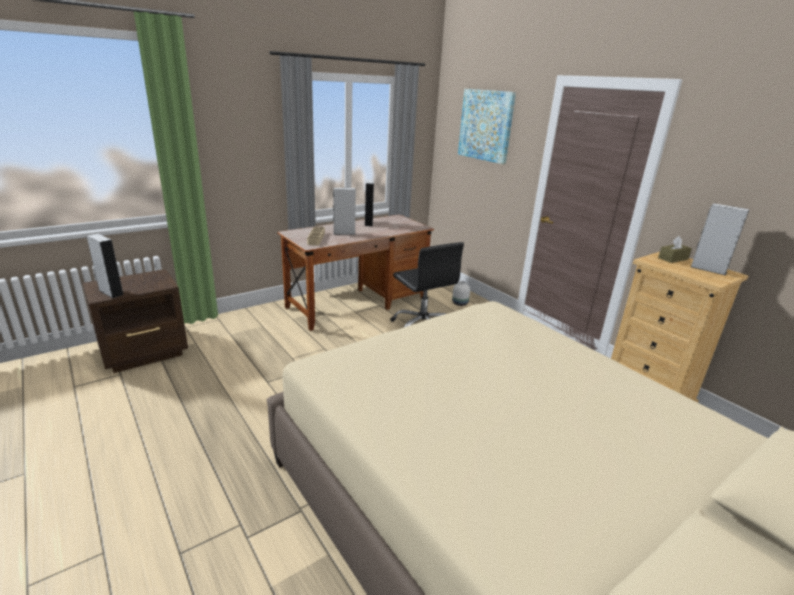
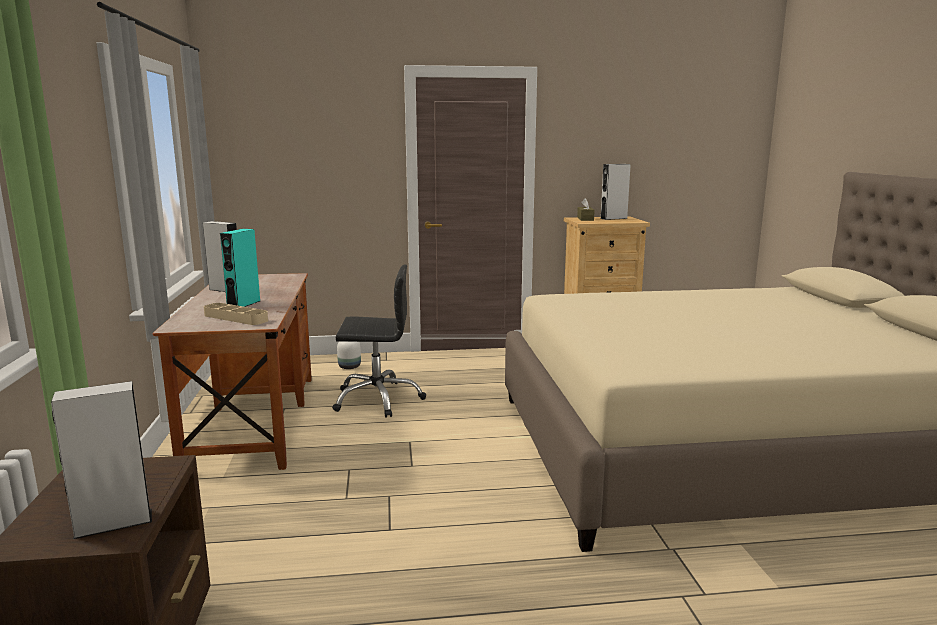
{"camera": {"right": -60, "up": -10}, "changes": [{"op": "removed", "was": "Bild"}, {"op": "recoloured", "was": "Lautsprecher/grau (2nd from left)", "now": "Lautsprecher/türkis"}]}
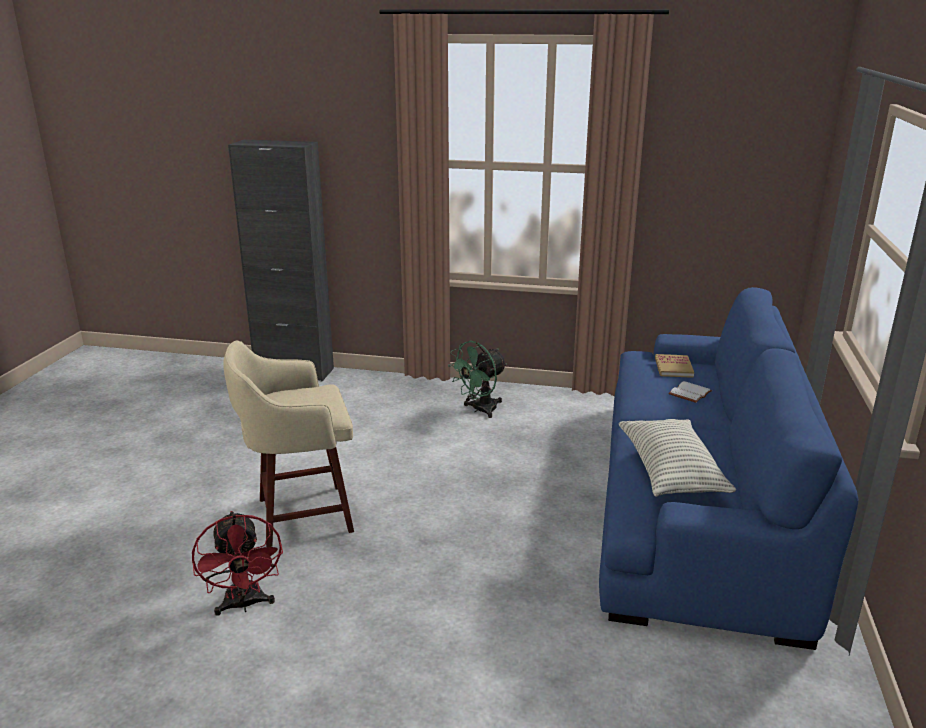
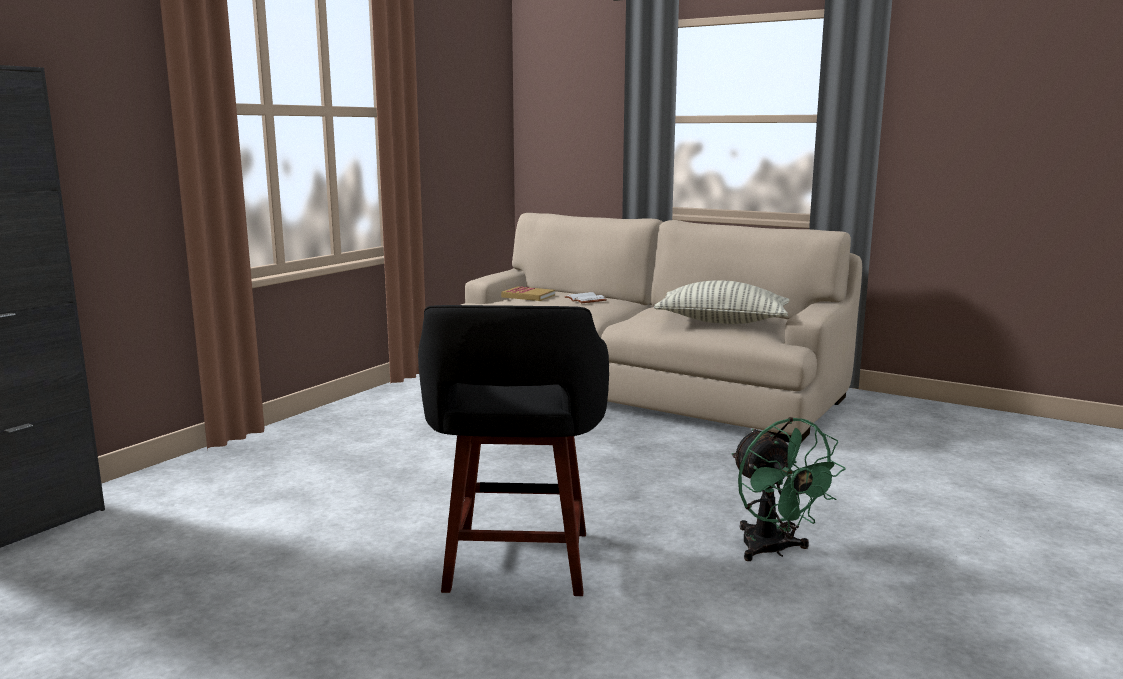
{"camera": {"right": -70, "up": -10}, "changes": [{"op": "recoloured", "was": "Sofa/blau", "now": "Sofa/beige"}, {"op": "recoloured", "was": "Hocker/beige", "now": "Hocker/schwarz"}, {"op": "moved", "was": "Ventilator/grün"}, {"op": "removed", "was": "Ventilator/rot"}]}
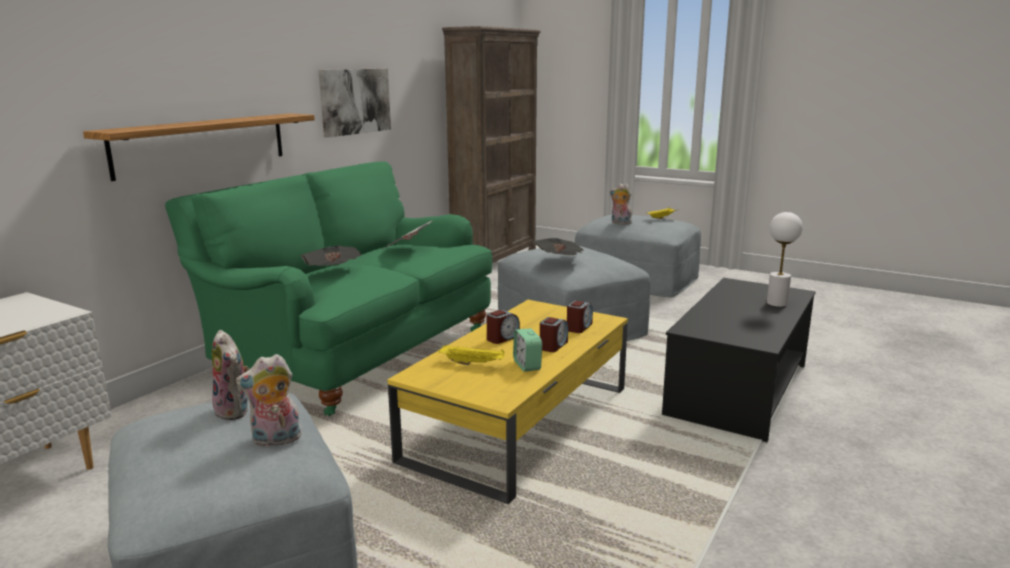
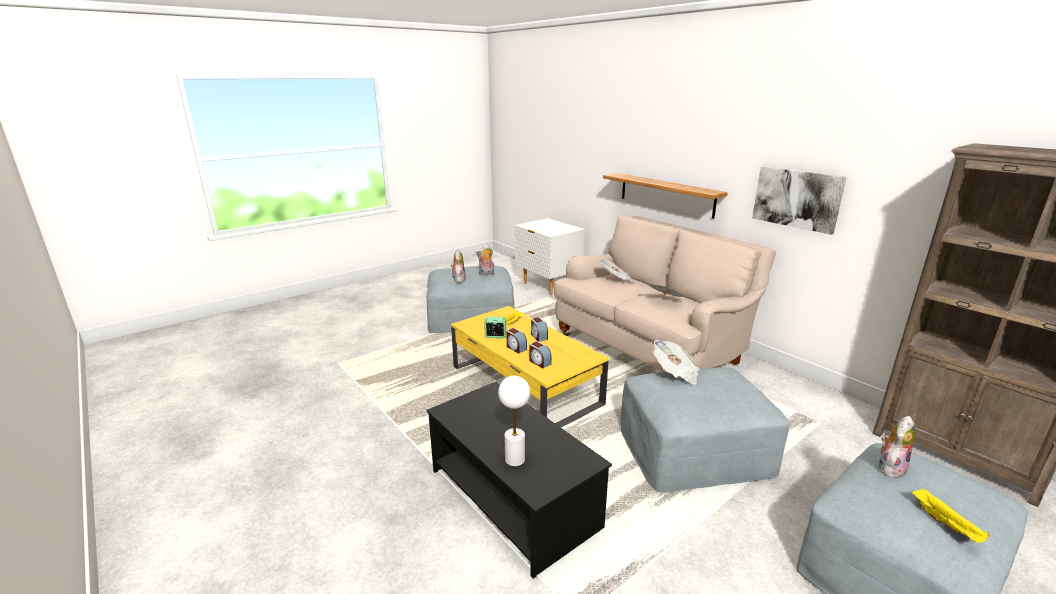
{"camera": {"right": 110, "up": 5}, "changes": [{"op": "recoloured", "was": "Sofa/grün", "now": "Sofa/beige"}]}
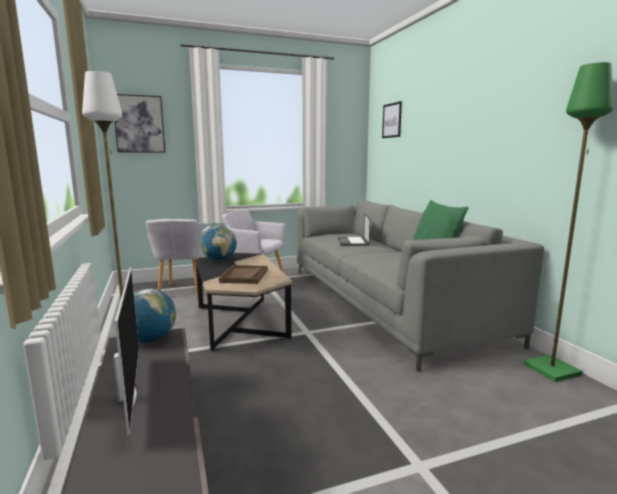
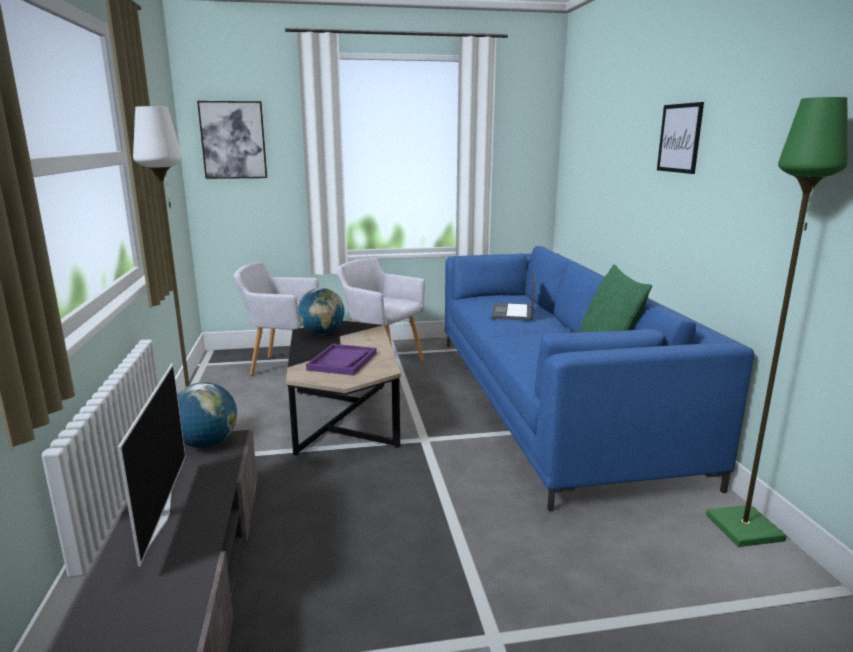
{"camera": {"right": 10, "up": 5}, "changes": [{"op": "moved", "was": "Bild (2nd from left)"}, {"op": "recoloured", "was": "Sofa/grau", "now": "Sofa/blau"}, {"op": "turned", "was": "Sessel/grau (1st from left)", "clockwise": 90}, {"op": "recoloured", "was": "Tablett/braun", "now": "Tablett/lila"}]}
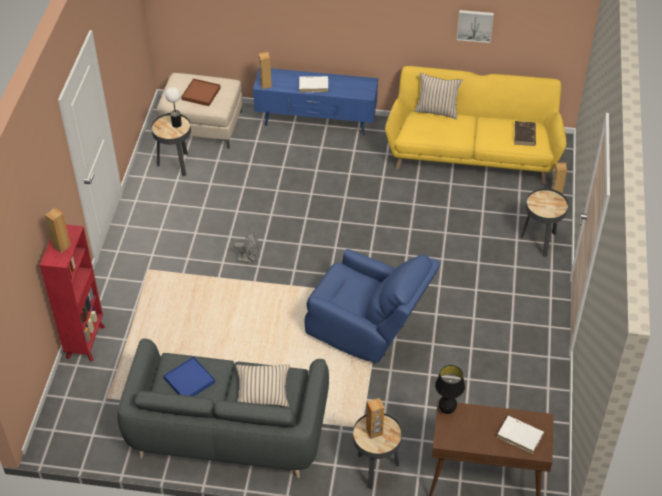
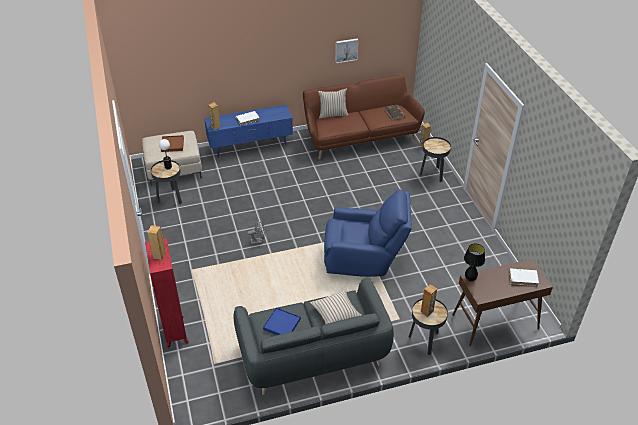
{"camera": {"right": -25, "up": -5}, "changes": [{"op": "recoloured", "was": "Sofa/gelb", "now": "Sofa/braun"}]}
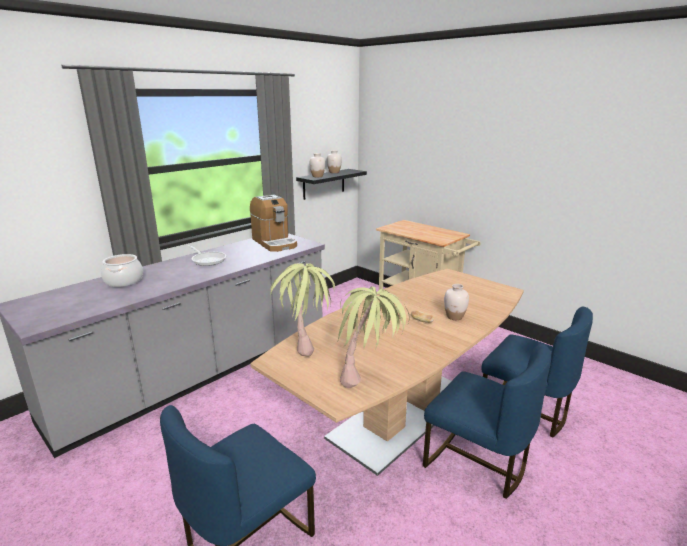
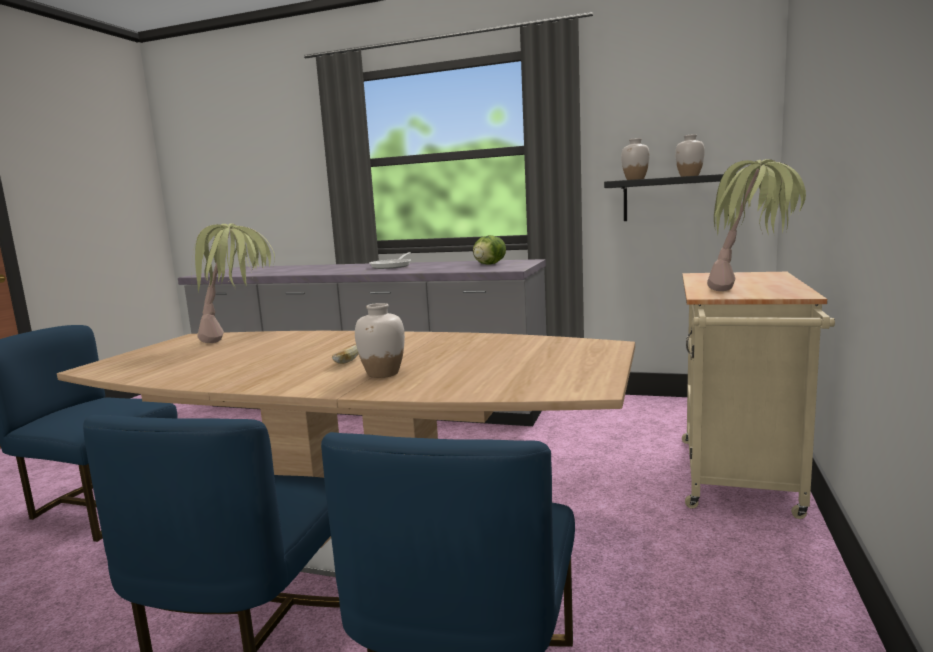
{"camera": {"right": 65, "up": -10}, "changes": [{"op": "replaced", "was": "Kaffeemaschine", "now": "Salatkopf"}, {"op": "removed", "was": "Kochtopf"}, {"op": "moved", "was": "Topfpflanze (2nd from left)"}]}
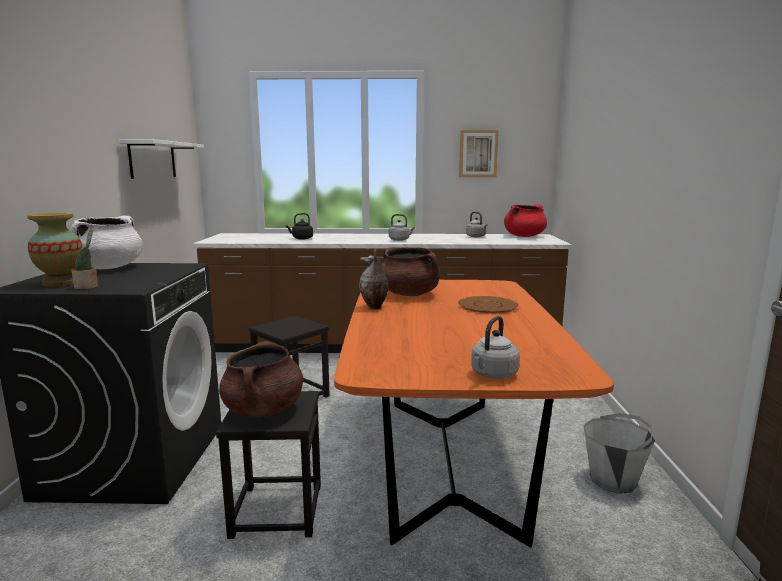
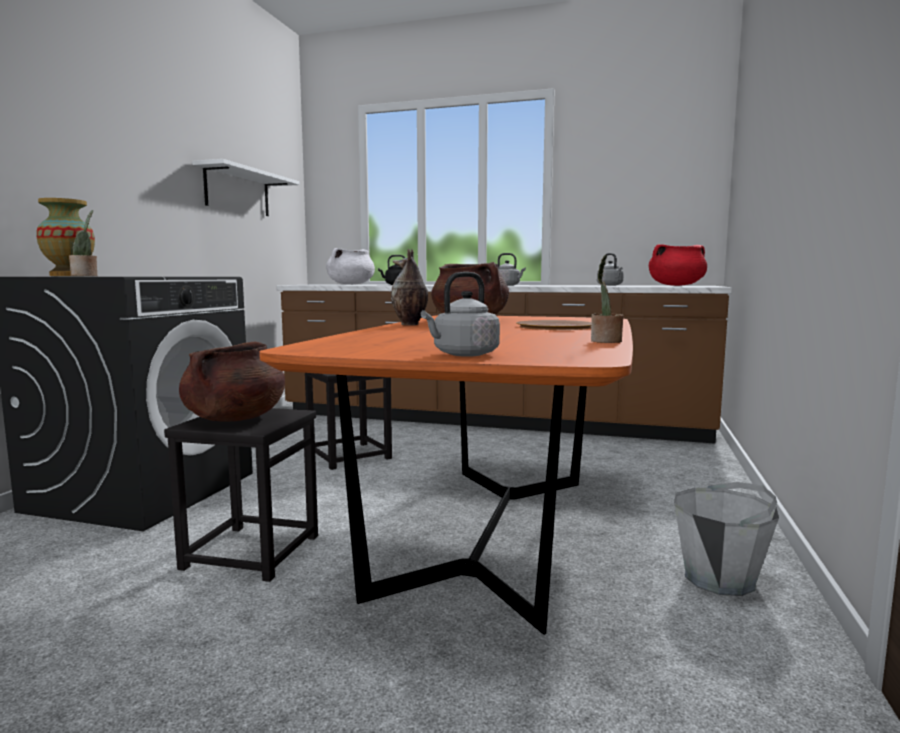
{"camera": {"right": 15, "up": -5}, "changes": [{"op": "removed", "was": "Bild"}, {"op": "moved", "was": "Kochtopf/weiß"}, {"op": "added", "now": "Topfpflanze (2nd from left)"}]}
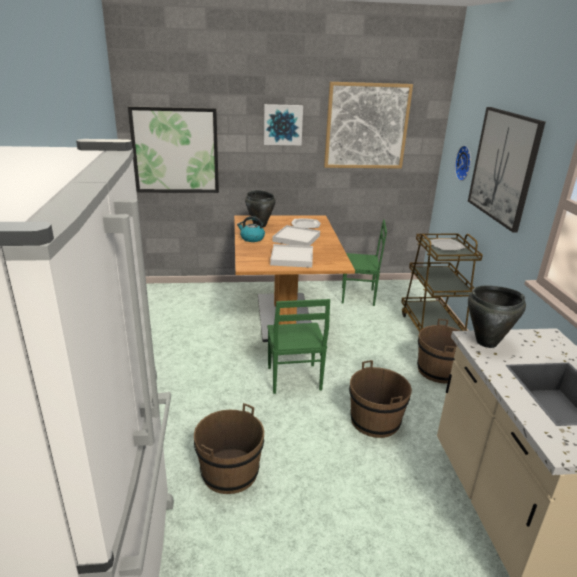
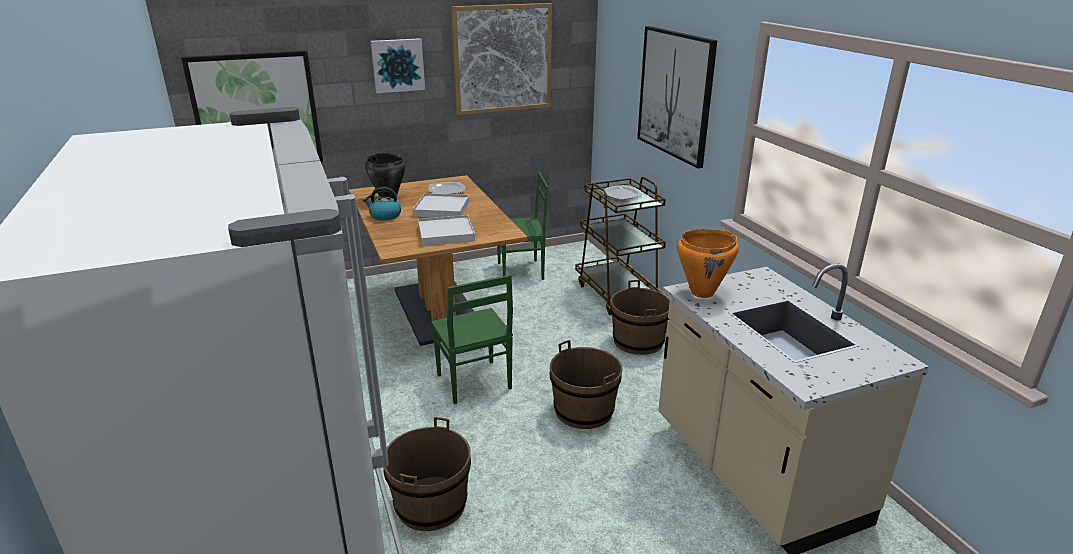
{"camera": {"right": -15, "up": 0}, "changes": [{"op": "removed", "was": "Wanduhr"}, {"op": "recoloured", "was": "Kochtopf/schwarz (2nd from left)", "now": "Kochtopf/orange"}]}
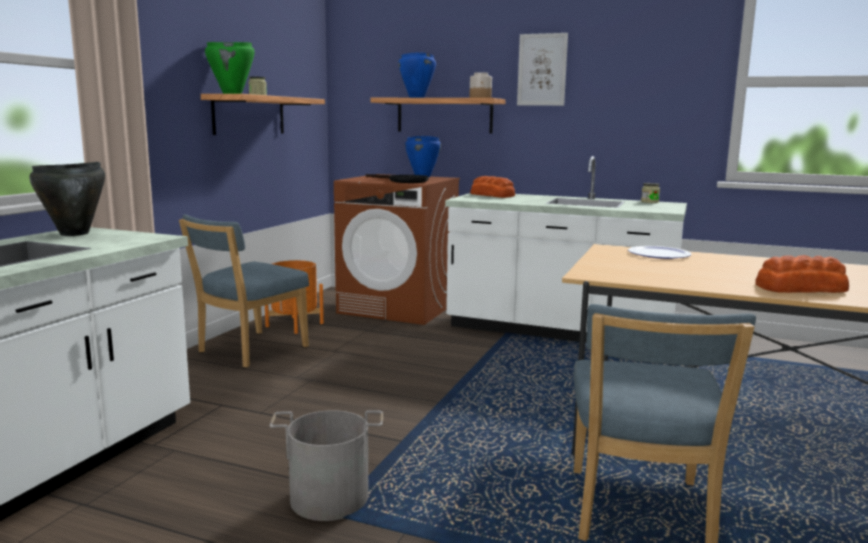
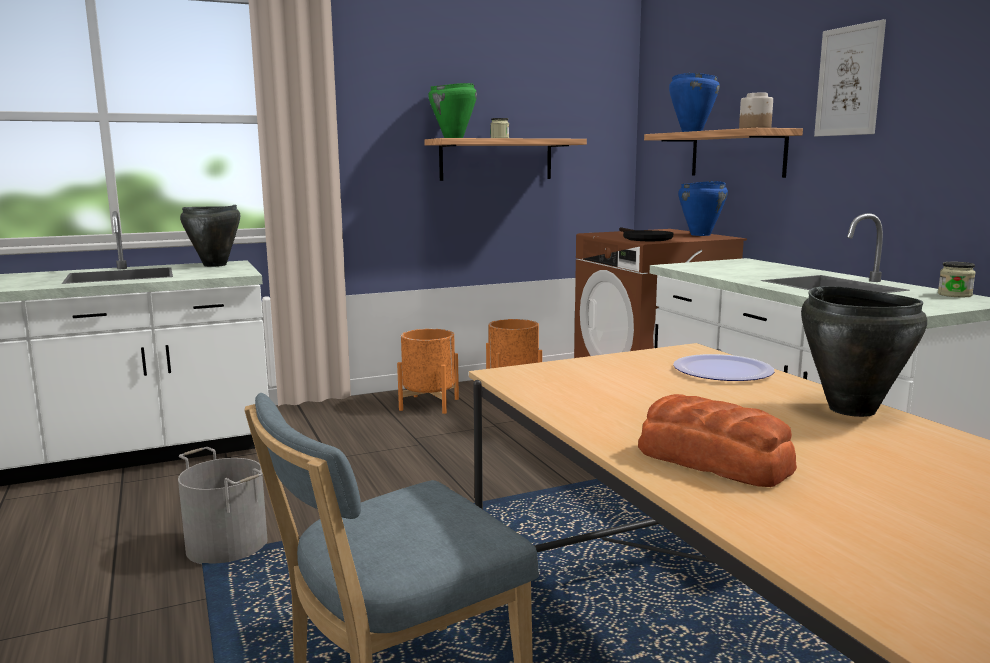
{"camera": {"right": 45, "up": 0}, "changes": [{"op": "removed", "was": "Brot (1st from left)"}, {"op": "replaced", "was": "Stuhl/blau (1st from left)", "now": "Pflanzkübel/orange (1st from left)"}, {"op": "added", "now": "Kochtopf/schwarz (2nd from left)"}]}
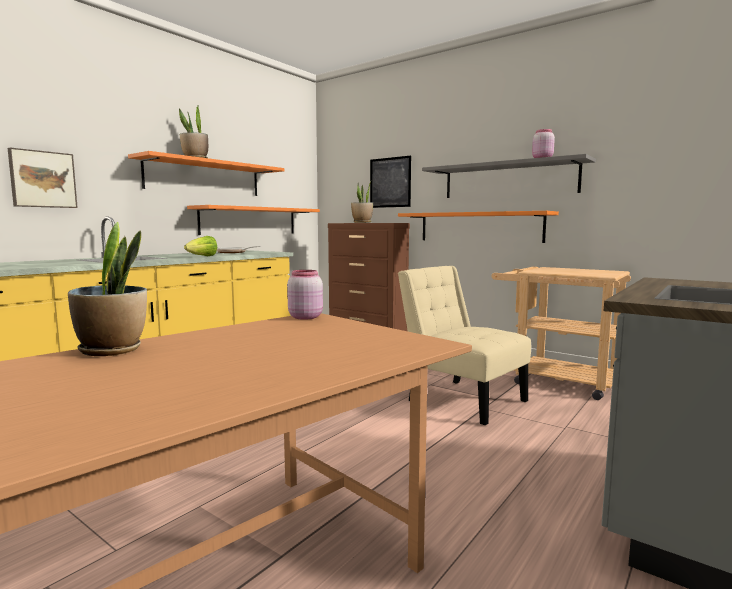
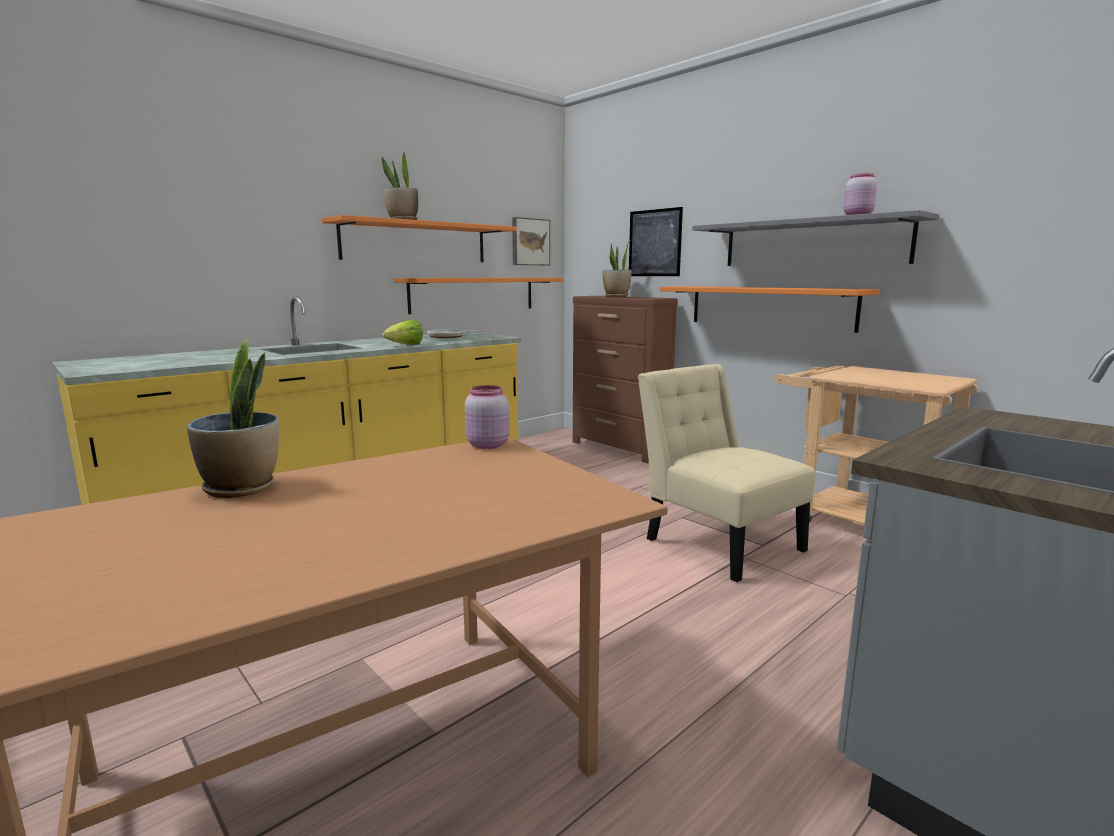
{"camera": {"right": 10, "up": 5}, "changes": [{"op": "moved", "was": "Bild (1st from left)"}]}
